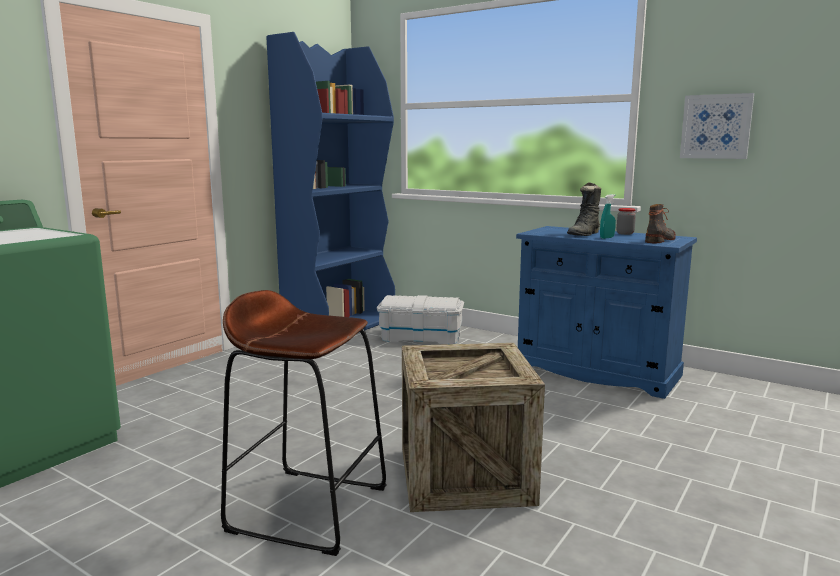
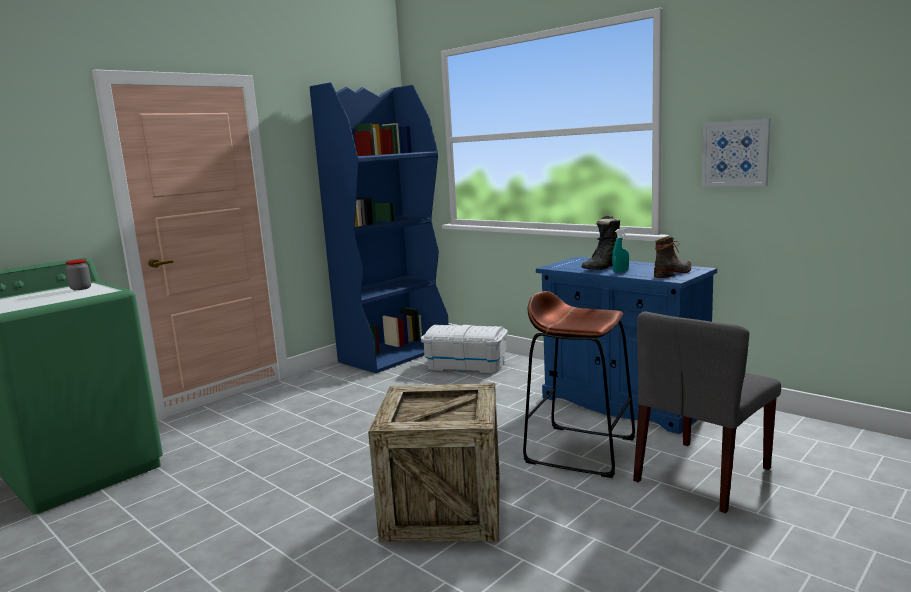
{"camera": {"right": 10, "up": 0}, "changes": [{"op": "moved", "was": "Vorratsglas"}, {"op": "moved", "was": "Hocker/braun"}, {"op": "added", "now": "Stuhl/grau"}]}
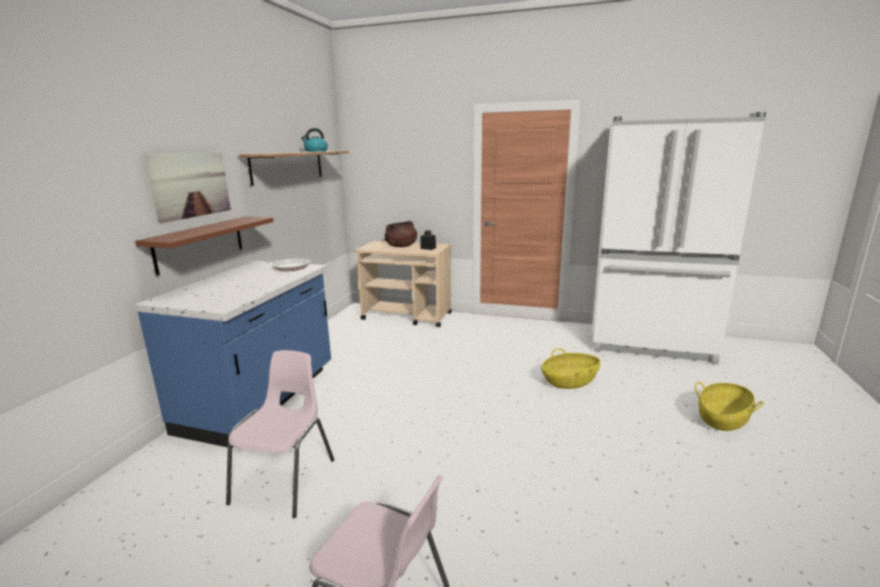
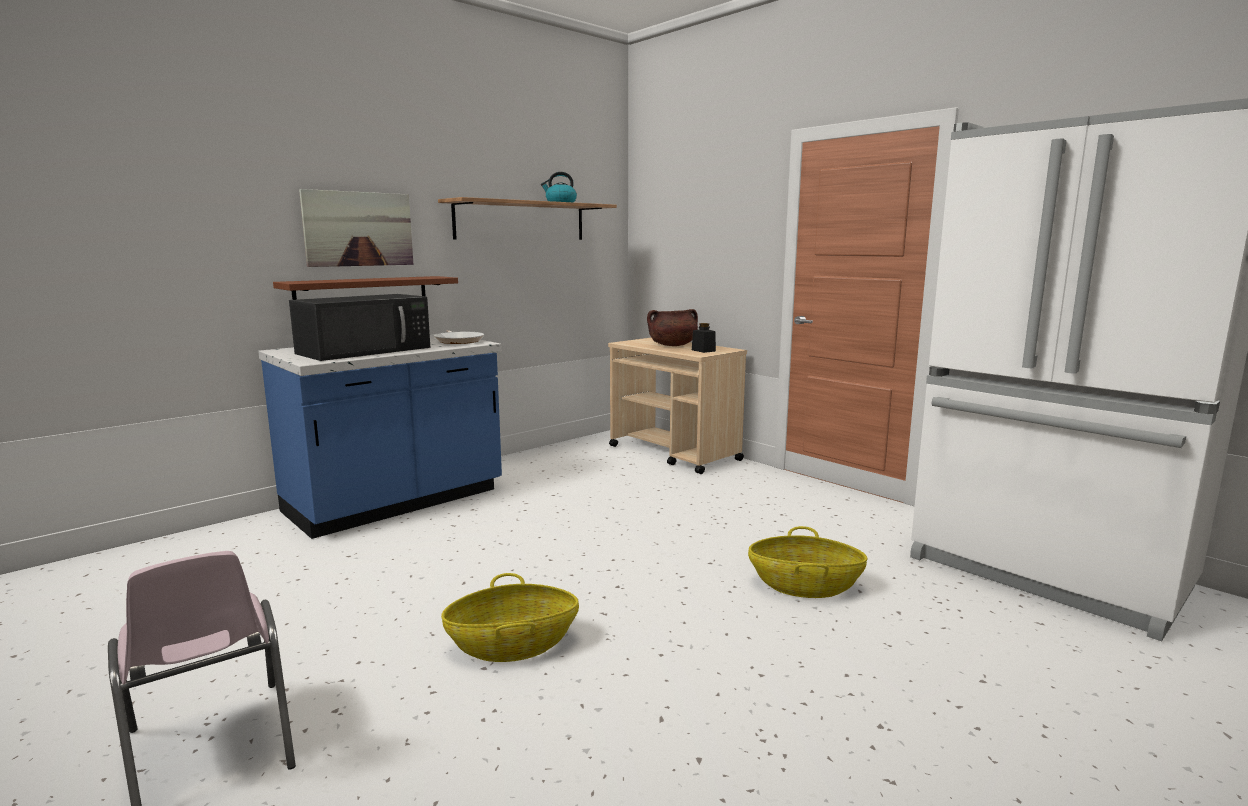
{"camera": {"right": 30, "up": -5}, "changes": [{"op": "removed", "was": "Stuhl/rosa (1st from left)"}, {"op": "moved", "was": "Korb (2nd from left in the first image)", "now": "Korb (1st from left)"}, {"op": "added", "now": "Mikrowelle/schwarz"}]}
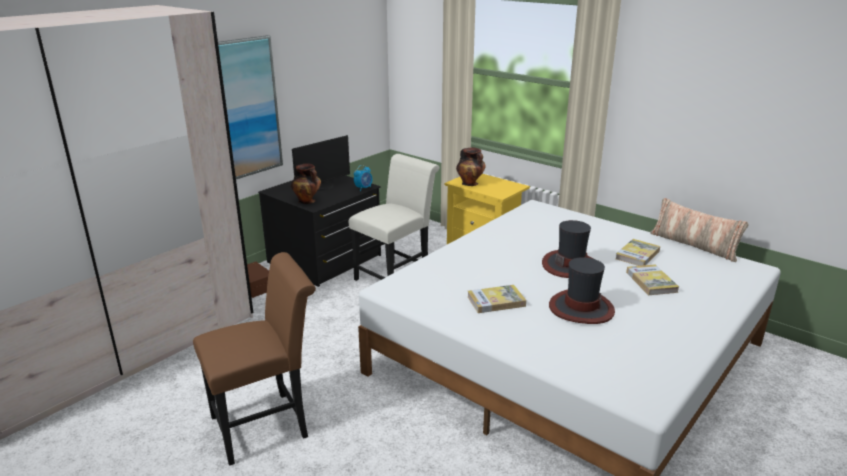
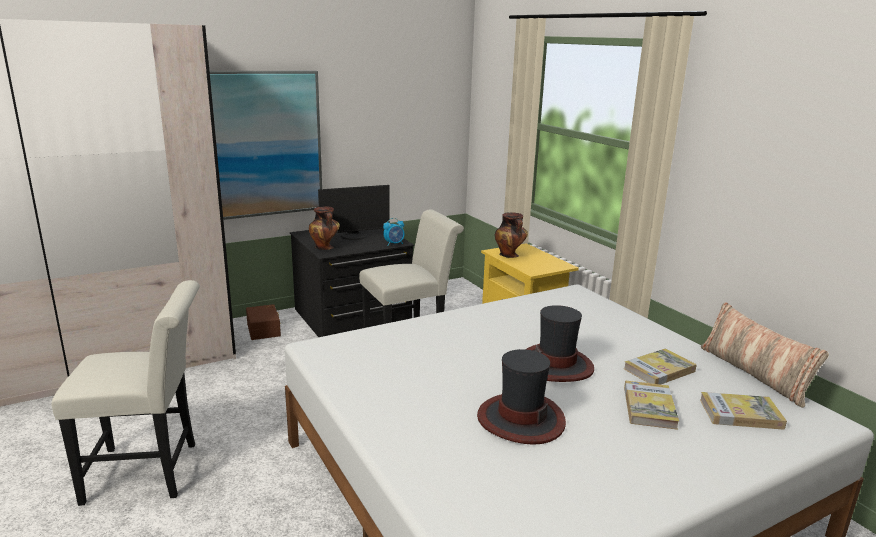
{"camera": {"right": 20, "up": -5}, "changes": [{"op": "recoloured", "was": "Stuhl/braun", "now": "Stuhl/weiß (1st from left)"}, {"op": "moved", "was": "Buch (1st from left in the first image)", "now": "Buch (3rd from left)"}]}
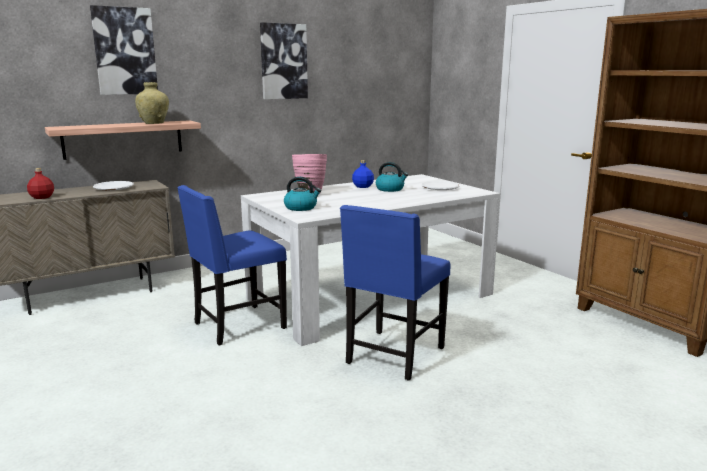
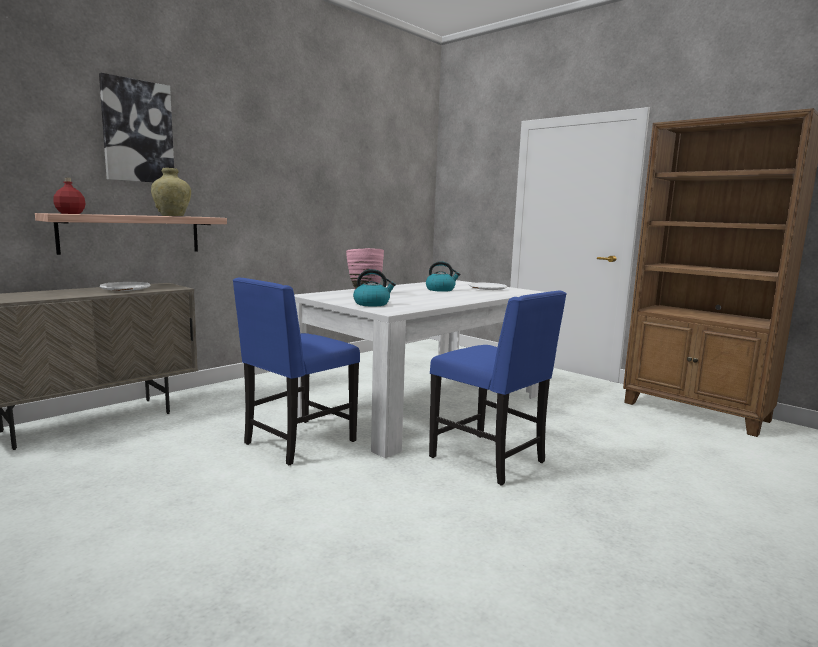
{"camera": {"right": -15, "up": -5}, "changes": [{"op": "removed", "was": "Bild (2nd from left)"}, {"op": "removed", "was": "Flasche/blau"}, {"op": "moved", "was": "Flasche/rot"}, {"op": "turned", "was": "Stuhl/blau (2nd from left)", "clockwise": -60}]}
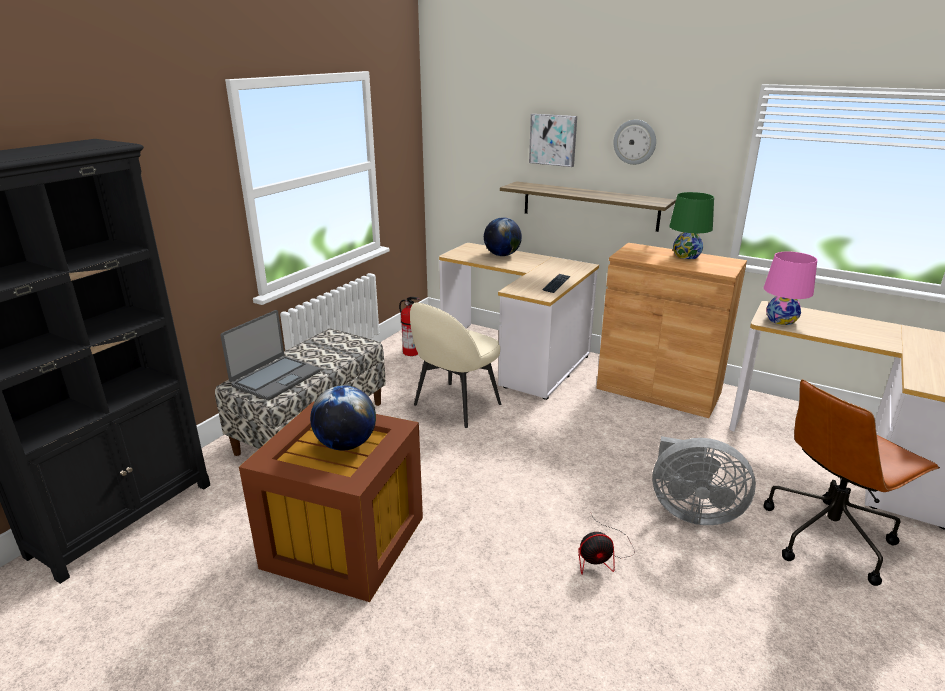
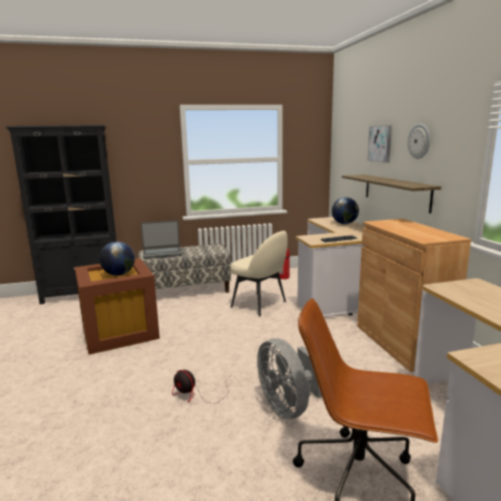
{"camera": {"right": 45, "up": -10}, "changes": [{"op": "removed", "was": "Tischlampe/grün"}, {"op": "removed", "was": "Tischlampe/rosa"}, {"op": "turned", "was": "Stuhl/beige", "clockwise": -135}]}
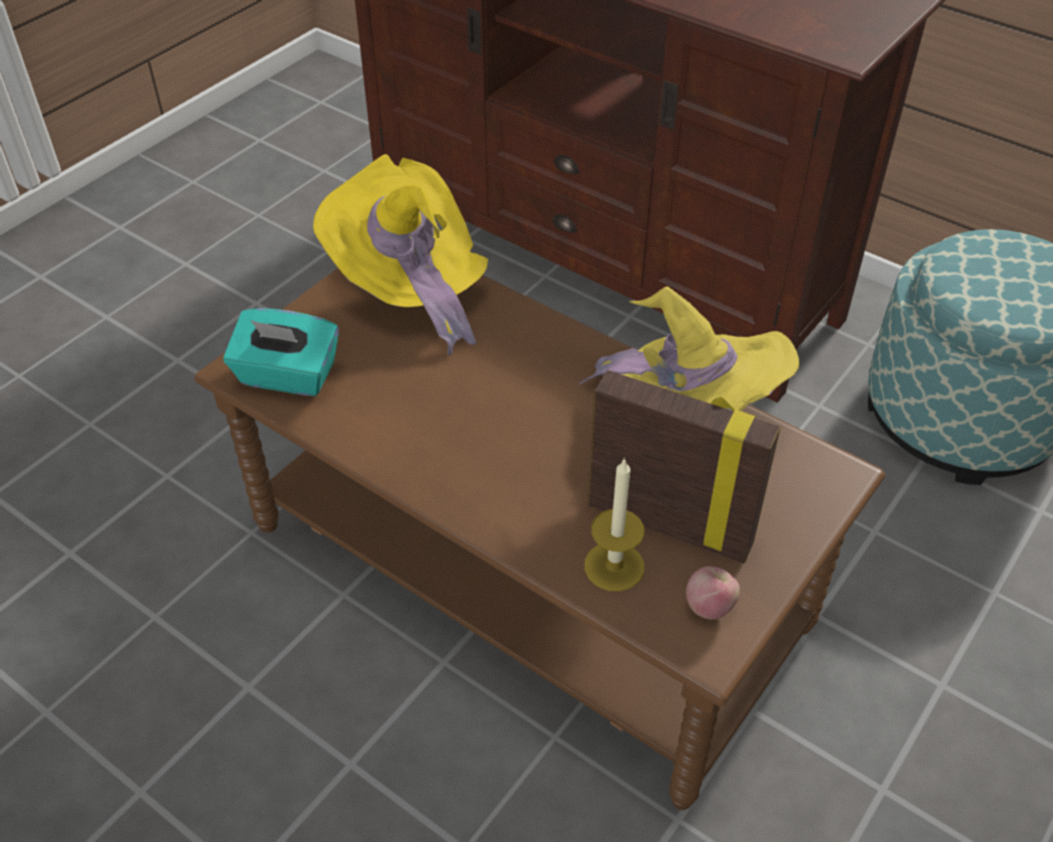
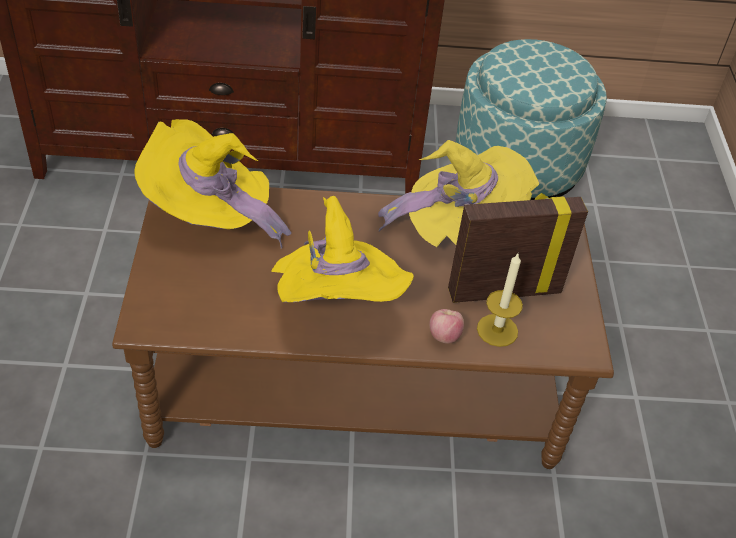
{"camera": {"right": -40, "up": 0}, "changes": [{"op": "removed", "was": "Taschentuchbox/türkis"}, {"op": "moved", "was": "Apfel"}, {"op": "added", "now": "Hut/gelb (2nd from left)"}]}
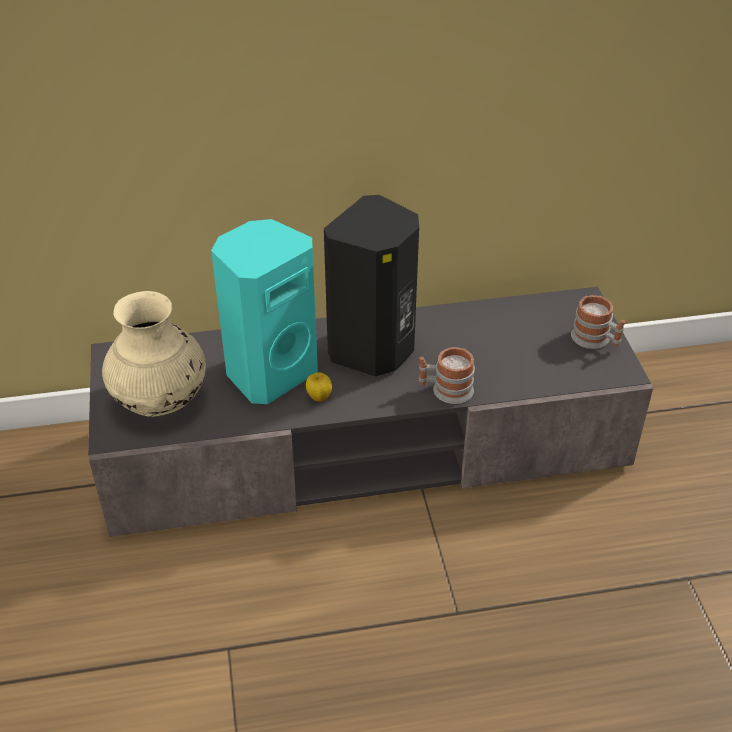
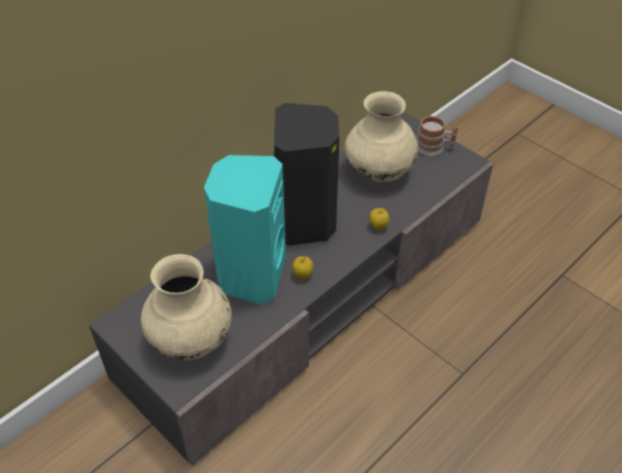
{"camera": {"right": -35, "up": 5}, "changes": [{"op": "replaced", "was": "Henkelbecher (1st from left)", "now": "Apfel (2nd from left)"}, {"op": "added", "now": "Vase/beige (2nd from left)"}]}
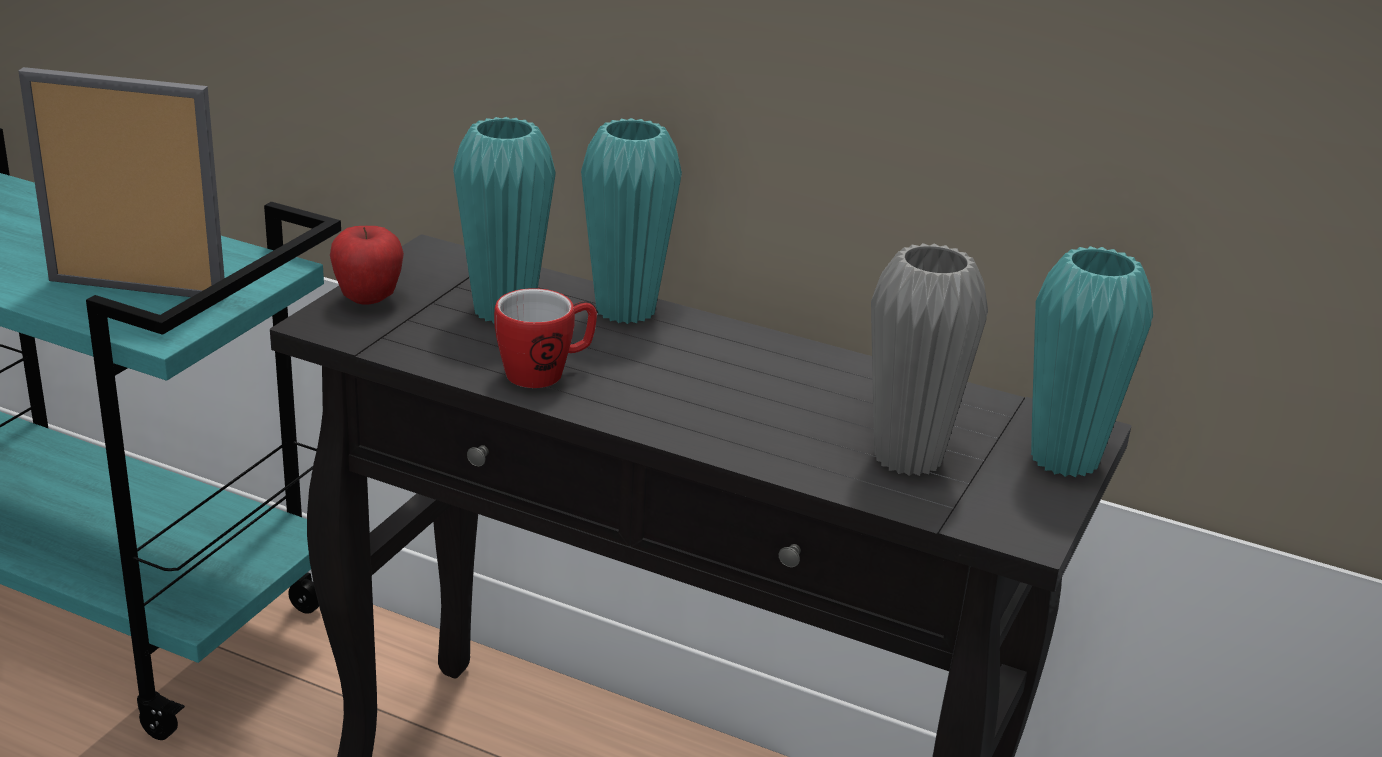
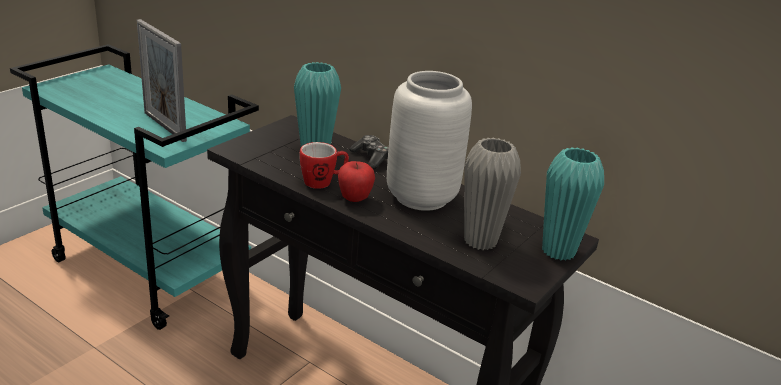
{"camera": {"right": 10, "up": 0}, "changes": [{"op": "turned", "was": "Bilderrahmen", "clockwise": -150}, {"op": "replaced", "was": "Vase/türkis (2nd from left)", "now": "Gamepad"}, {"op": "moved", "was": "Apfel"}, {"op": "added", "now": "Vase/grau (1st from left)"}]}
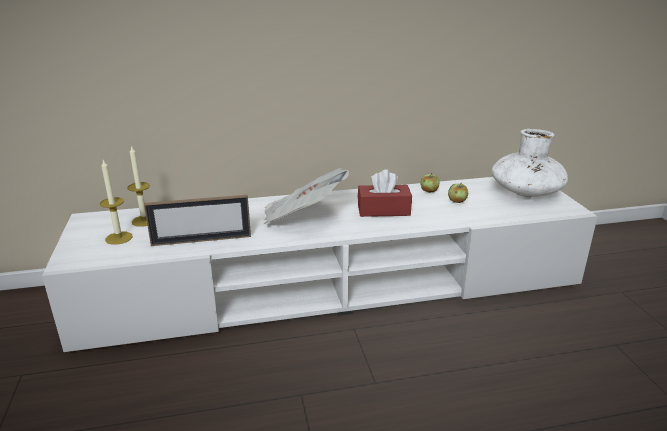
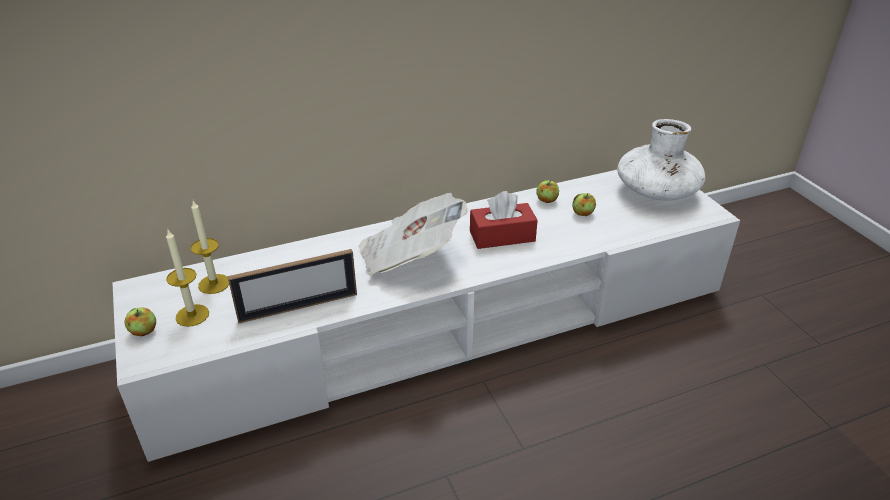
{"camera": {"right": -10, "up": 10}, "changes": [{"op": "added", "now": "Apfel (1st from left)"}]}
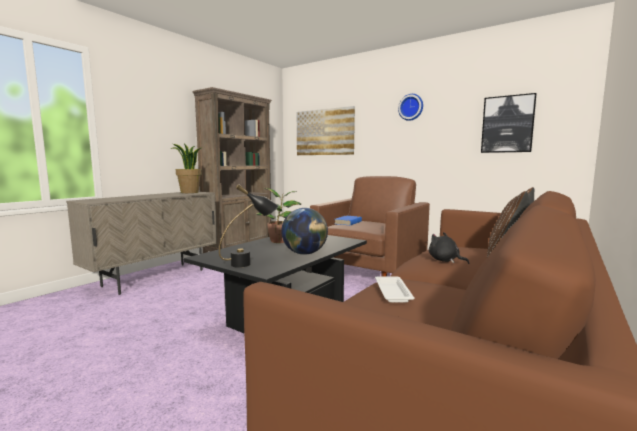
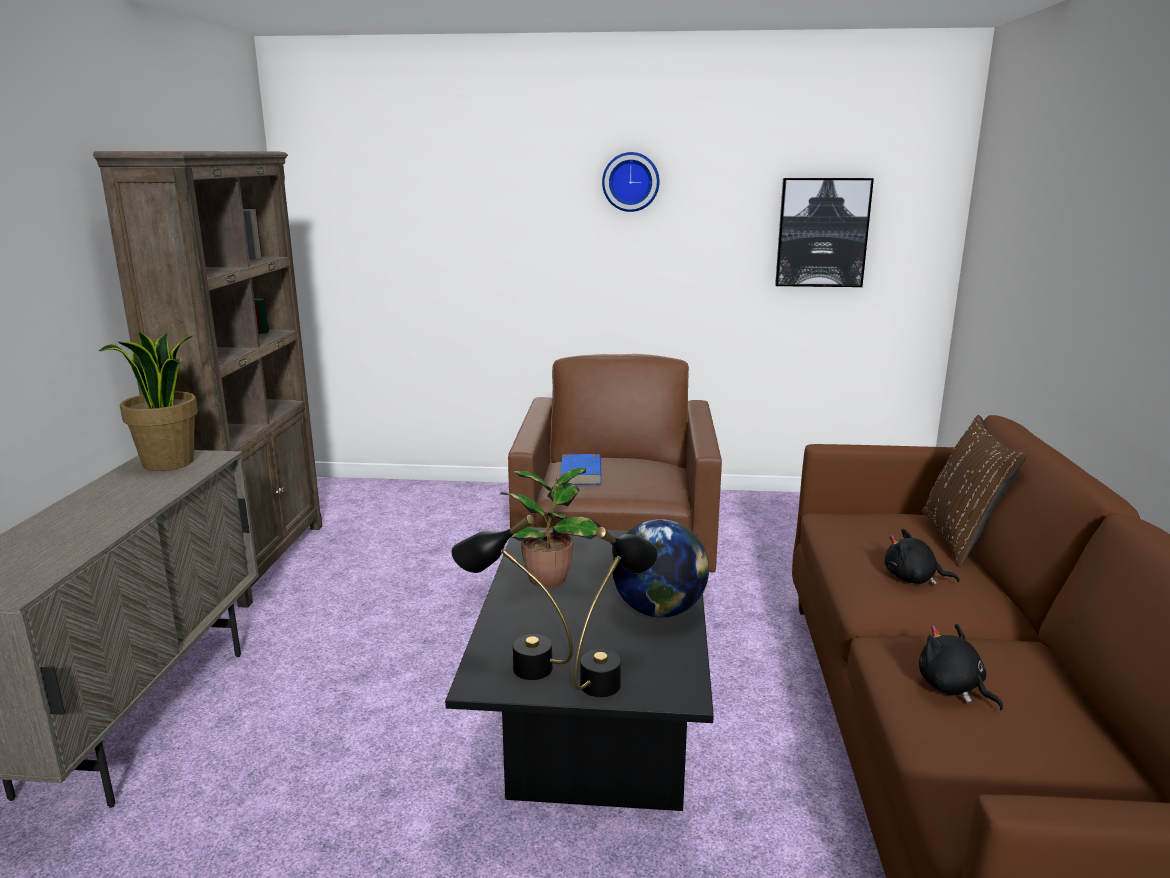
{"camera": {"right": -30, "up": 10}, "changes": [{"op": "removed", "was": "Bild (1st from left)"}, {"op": "replaced", "was": "Tablett/weiß", "now": "Plüschtier/schwarz (2nd from left)"}, {"op": "added", "now": "Tischlampe/schwarz (1st from left)"}]}
